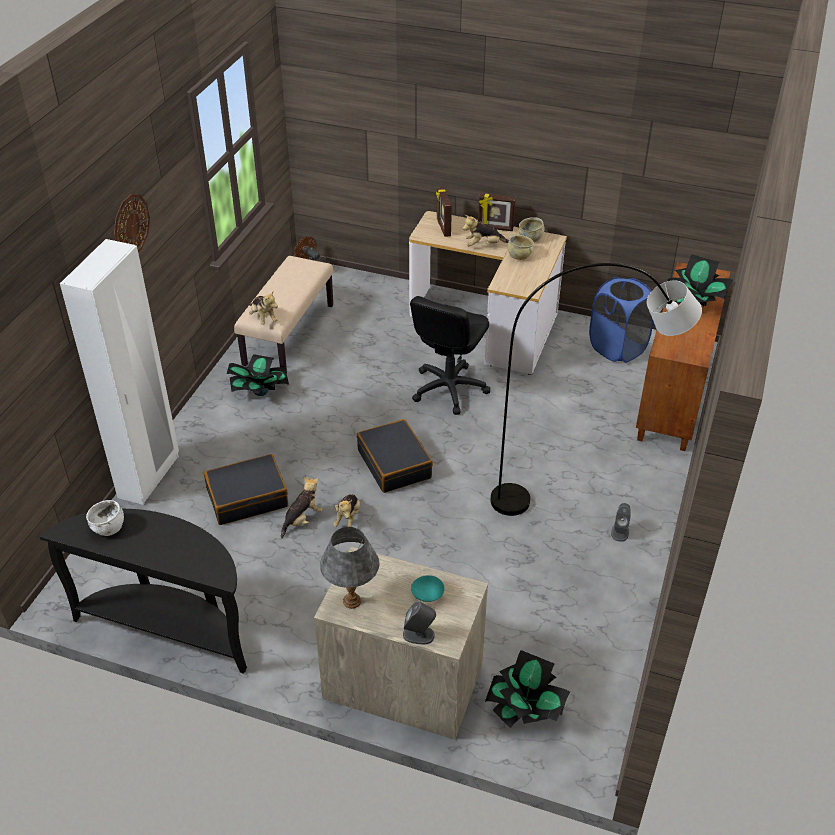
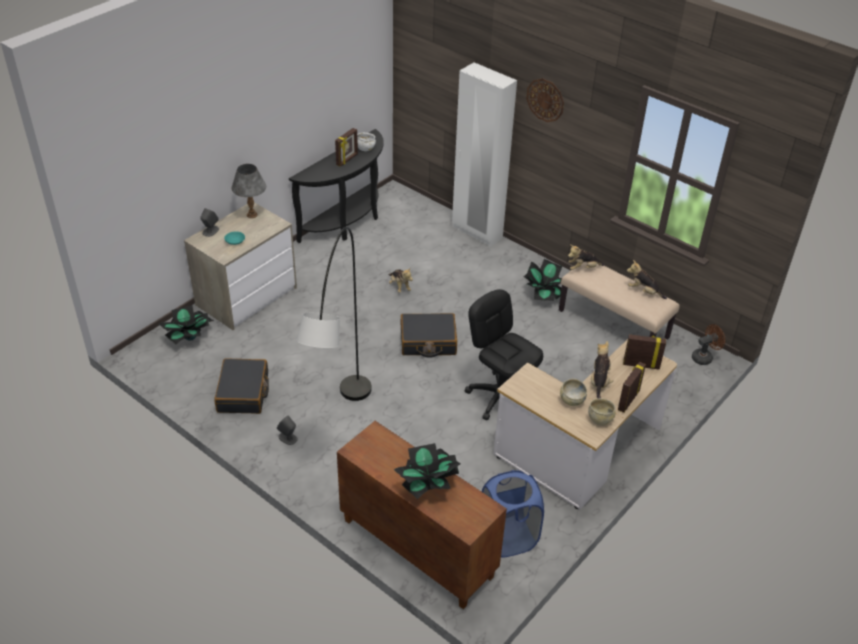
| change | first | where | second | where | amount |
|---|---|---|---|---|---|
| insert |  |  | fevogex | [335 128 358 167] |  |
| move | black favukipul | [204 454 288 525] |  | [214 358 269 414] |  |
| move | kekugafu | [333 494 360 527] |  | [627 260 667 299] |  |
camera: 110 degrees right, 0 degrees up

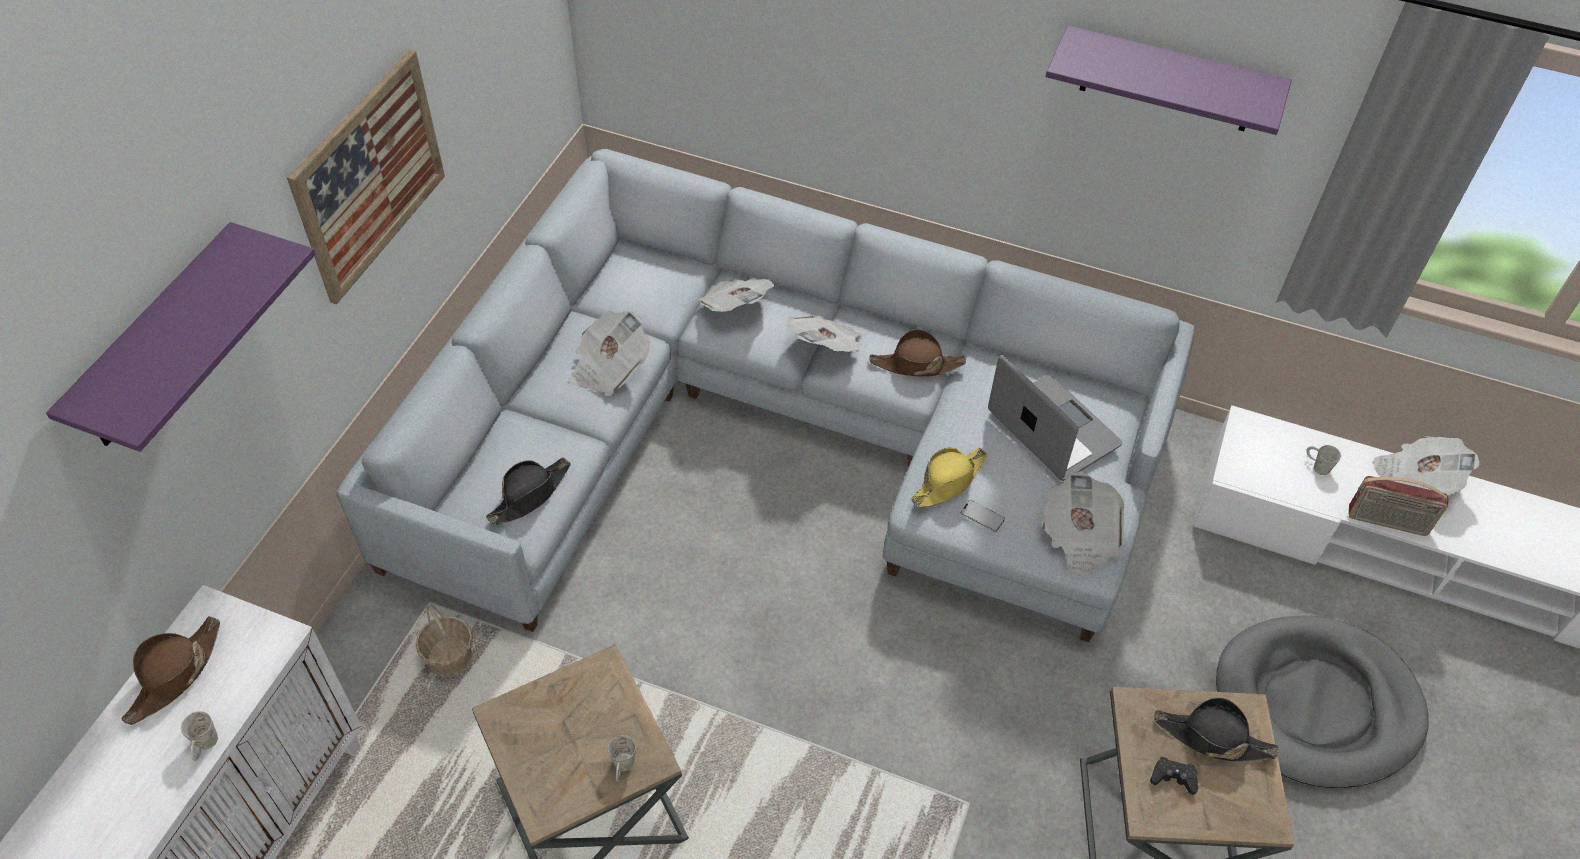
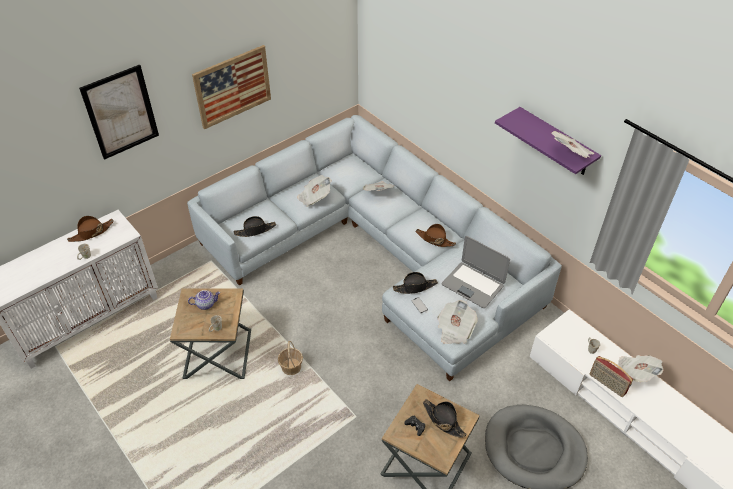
| change | first | where | second | where | amount |
|---|---|---|---|---|---|
| insert |  |  | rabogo | [188 290 220 310] |  |
| move | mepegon | [416 605 473 677] |  | [278 341 303 375] |  |
| move | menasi | [786 315 862 352] |  | [552 131 594 158] |  |
| replace | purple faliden | [46 222 316 452] | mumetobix | [79 65 159 160] |  |
| recolor | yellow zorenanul | [911 448 987 508] | black zorenanul | [393 272 437 294] |  |
| rotate | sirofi | [988 355 1123 481] |  | [441 236 510 308] | 135 degrees clockwise |
camera: 30 degrees right, 5 degrees down

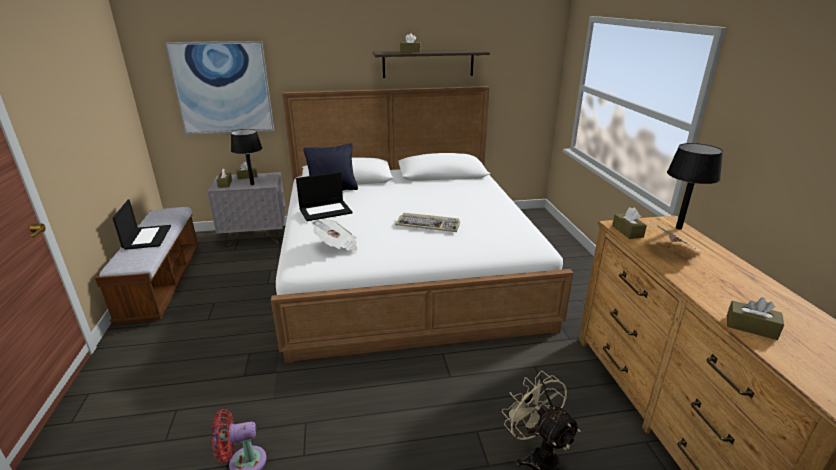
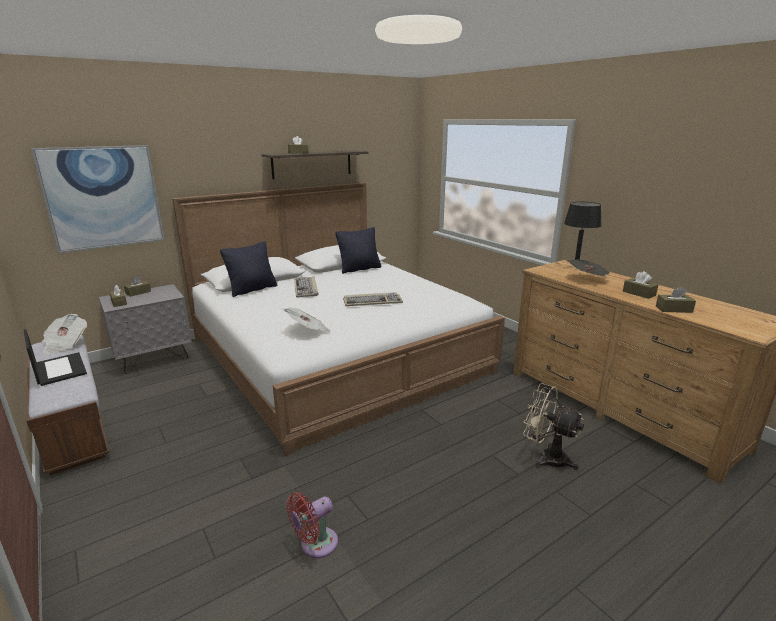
| change | first | where | second | where | amount |
|---|---|---|---|---|---|
| delete | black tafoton | [231 129 262 185] |  |  |  |
| delete | sirofi | [296 172 352 221] |  |  |  |
| insert |  |  | menasi | [42 314 87 354] |  |
| insert |  |  | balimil | [294 277 319 297] |  |
| insert |  |  | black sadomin | [335 227 381 274] |  |
| move | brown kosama | [612 207 647 239] |  | [623 271 658 299] |  |
camera: 25 degrees left, 5 degrees down

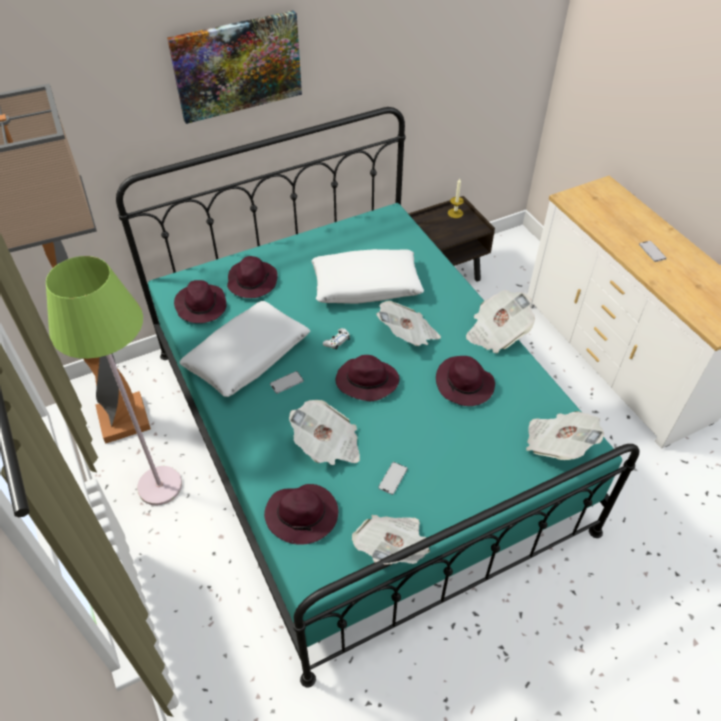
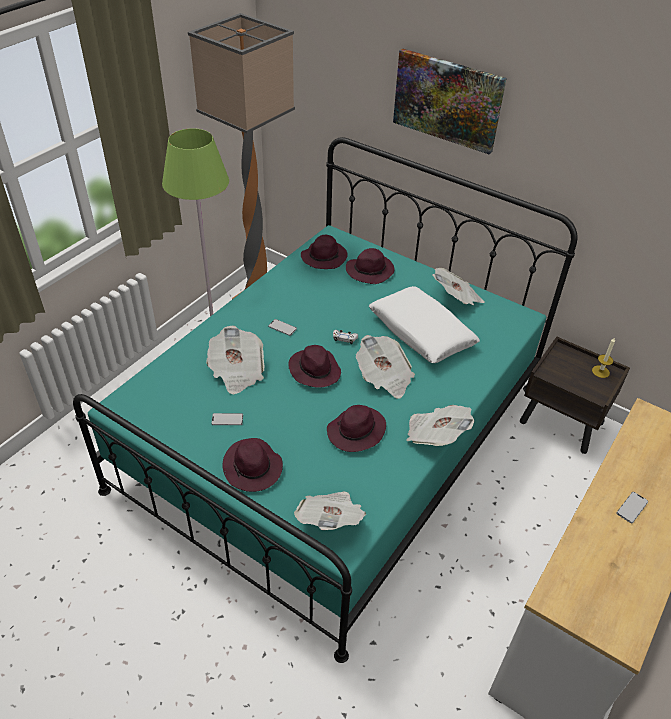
| change | first | where | second | where | amount |
|---|---|---|---|---|---|
| delete | white sadomin | [180 301 310 397] |  |  |  |
| move | purple zorenanul | [264 484 338 545] |  | [223 438 283 492] |  |
| move | menasi | [352 515 430 565] |  | [432 268 485 305] |  |
camera: 60 degrees right, 5 degrees down

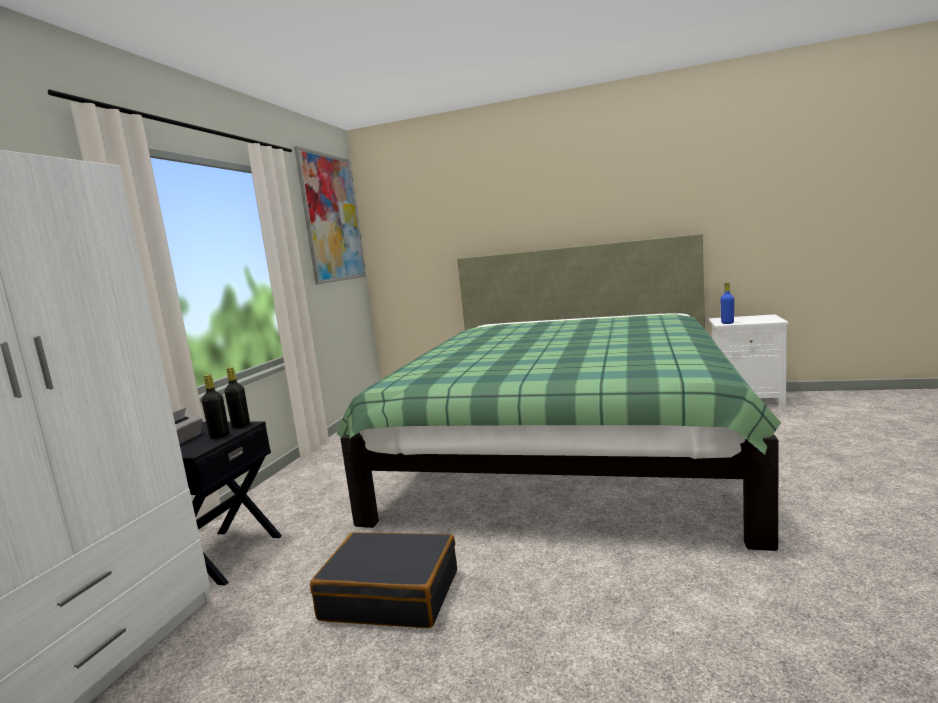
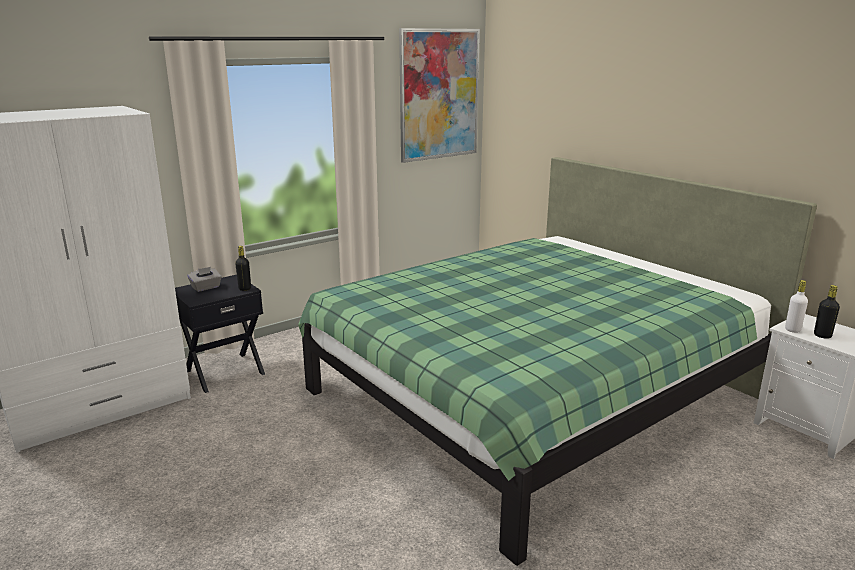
| change | first | where | second | where | amount |
|---|---|---|---|---|---|
| delete | black favukipul | [310 532 457 628] |  |  |  |
| move | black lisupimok | [202 375 229 439] |  | [814 285 840 339] |  |
| recolor | blue lisupimok | [720 283 734 324] | white lisupimok | [785 280 808 333] |  |
camera: 35 degrees right, 10 degrees up

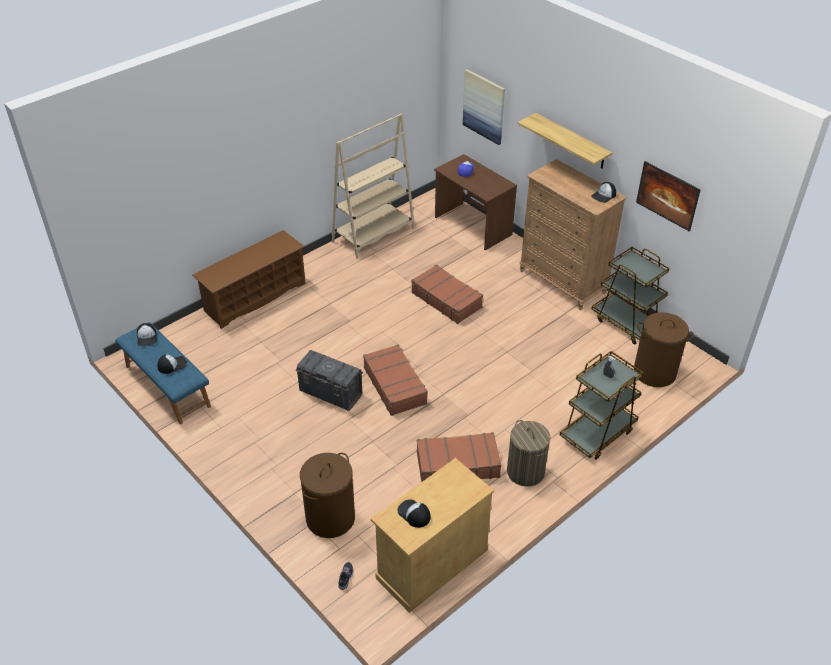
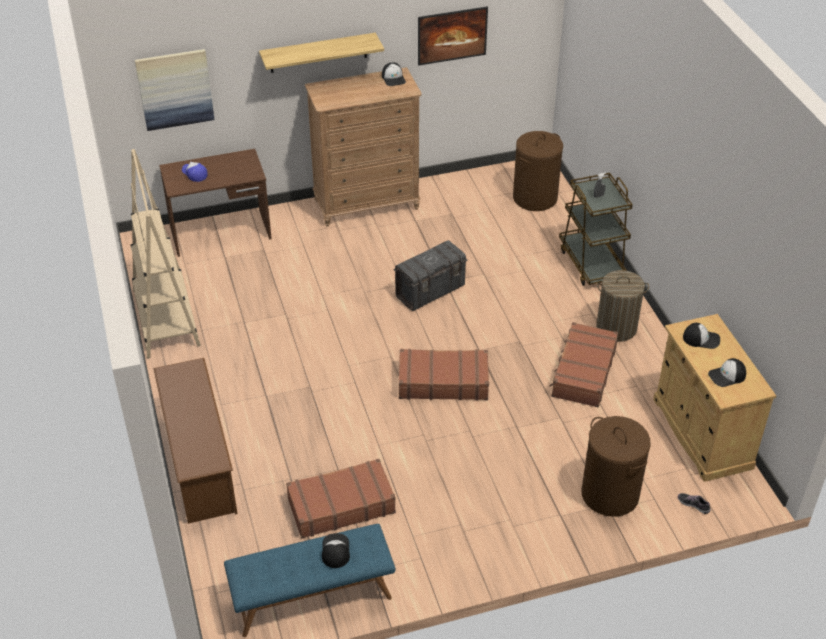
| change | first | where | second | where | amount |
|---|---|---|---|---|---|
| delete | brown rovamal | [592 247 669 344] |  |  |  |
| move | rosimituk | [137 323 157 346] |  | [683 323 720 349] |  |
| move | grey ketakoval | [296 350 363 411] |  | [394 240 467 311] |  |
| move | brown favukipul | [411 265 483 324] |  | [286 459 396 538] |  |
camera: 65 degrees left, 0 degrees up

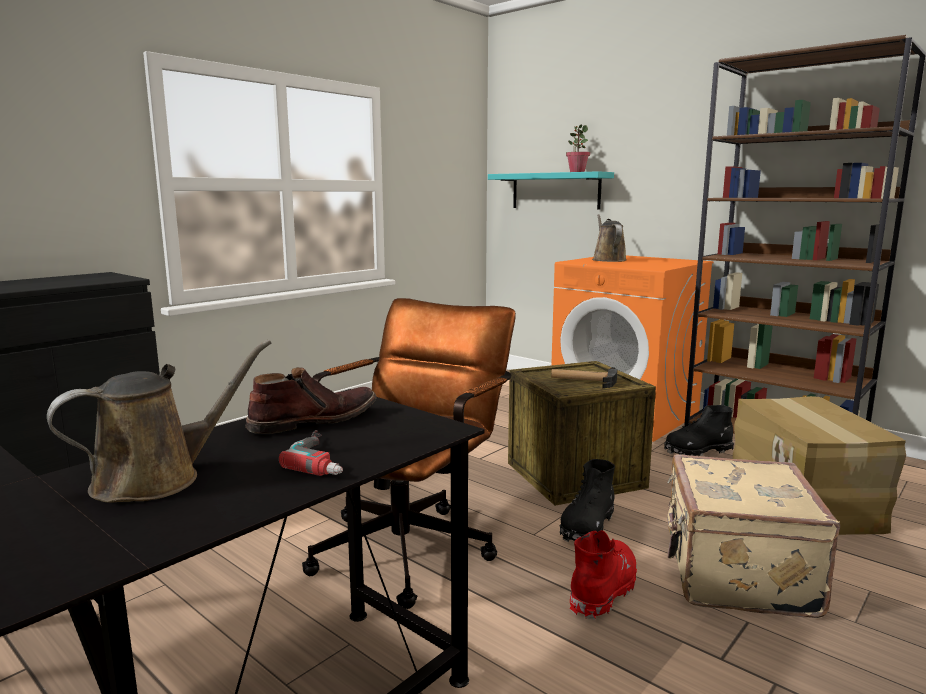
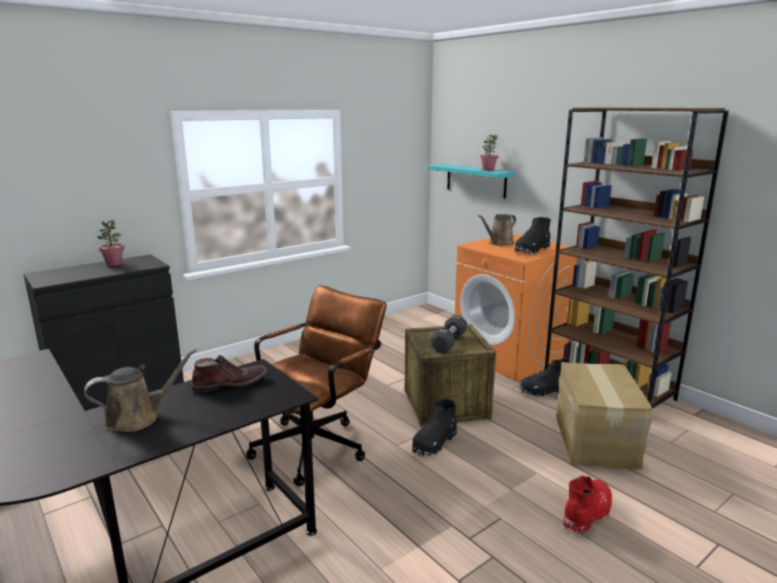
| change | first | where | second | where | amount |
|---|---|---|---|---|---|
| delete | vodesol | [279 430 343 476] |  |  |  |
| delete | beige favukipul | [667 454 840 618] |  |  |  |
| insert |  |  | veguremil | [97 220 125 266] |  |
| insert |  |  | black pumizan | [515 217 551 254] |  |
| move | red pumizan | [570 530 637 620] |  | [563 476 612 534] |  |
| replace | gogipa | [551 367 618 388] | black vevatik | [431 315 467 353] |  |
| rotate | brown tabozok | [592 214 627 262] |  | [478 214 516 246] | 135 degrees counterclockwise |
camera: 10 degrees right, 5 degrees up

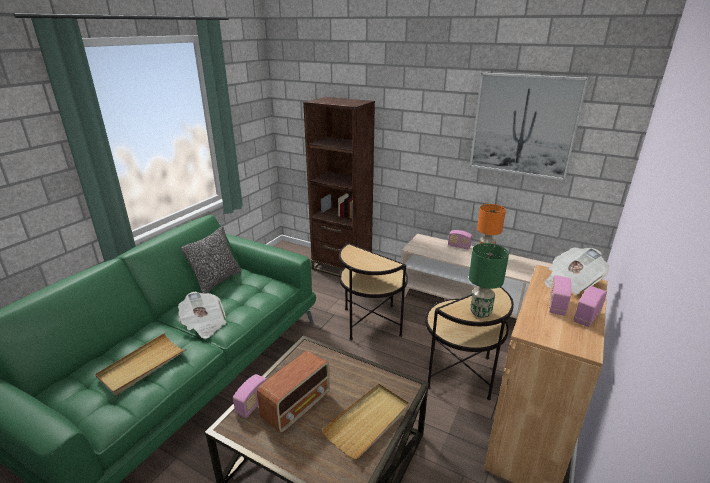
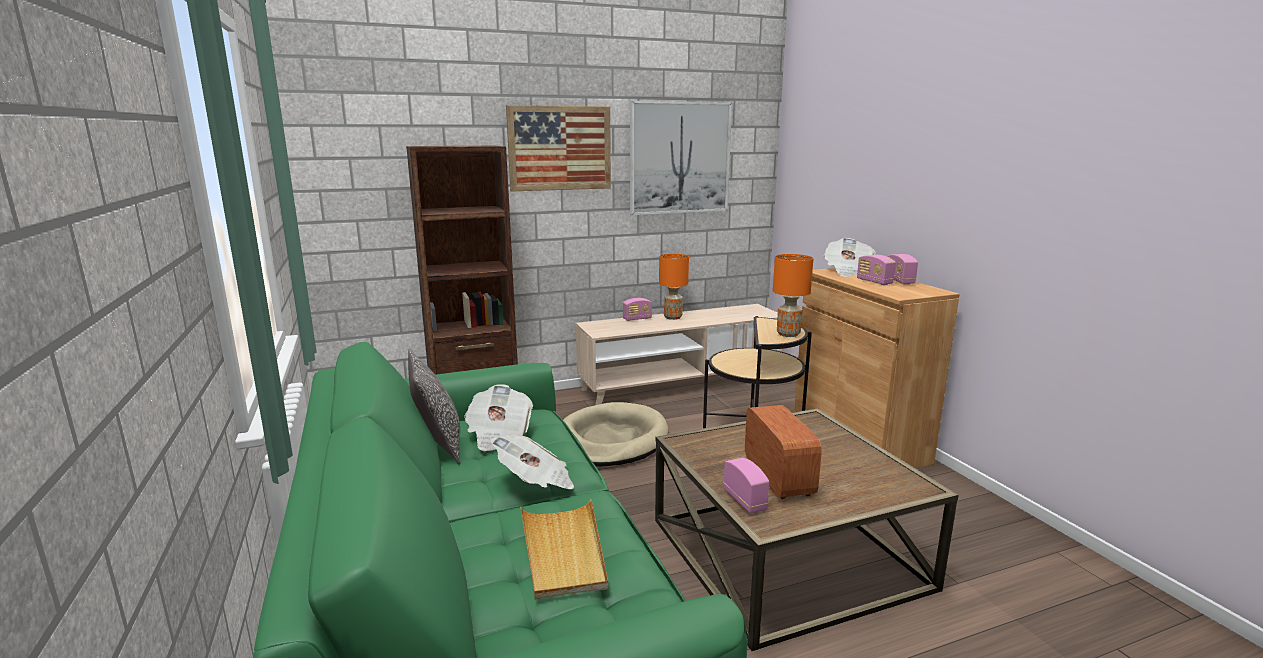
| change | first | where | second | where | amount |
|---|---|---|---|---|---|
| delete | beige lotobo | [321 384 409 460] |  |  |  |
| insert |  |  | menasi | [464 384 533 451] |  |
| insert |  |  | mumetobix | [506 105 611 192] |  |
| replace | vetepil | [339 243 408 340] | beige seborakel | [563 402 668 467] |  |
| recolor | green tafoton | [469 243 509 318] | orange tafoton | [773 254 813 337] |  |
camera: 50 degrees left, 10 degrees down

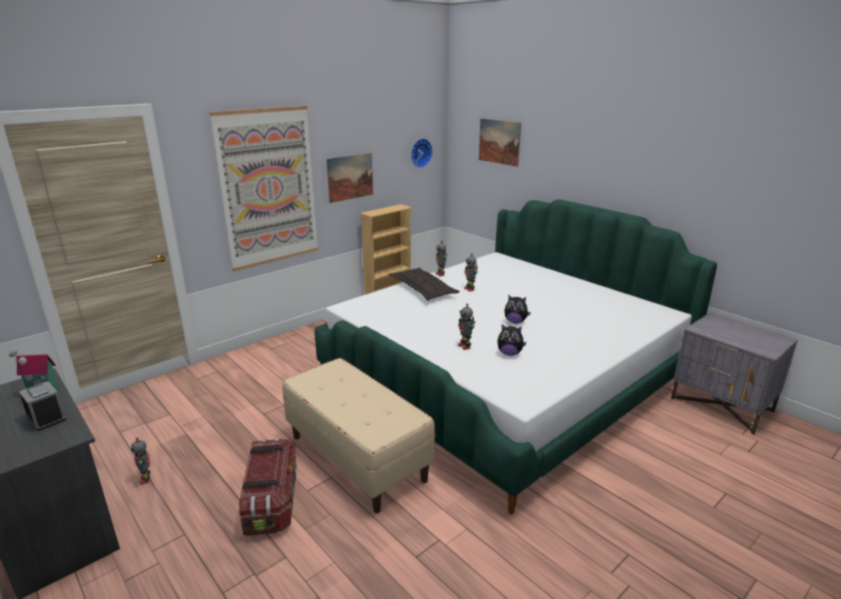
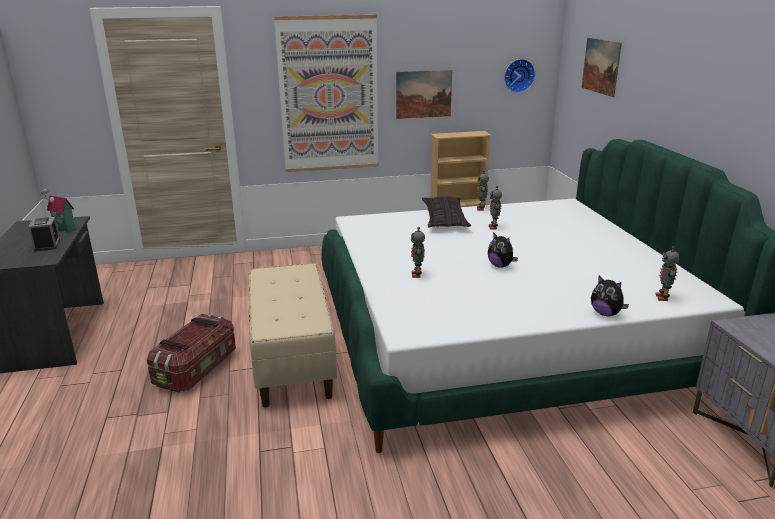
| change | first | where | second | where | amount |
|---|---|---|---|---|---|
| move | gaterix | [131 437 150 485] |  | [655 246 680 301] |  |
| move | kekugafu | [497 324 526 356] |  | [591 276 629 316] |  |
camera: 30 degrees right, 0 degrees up

